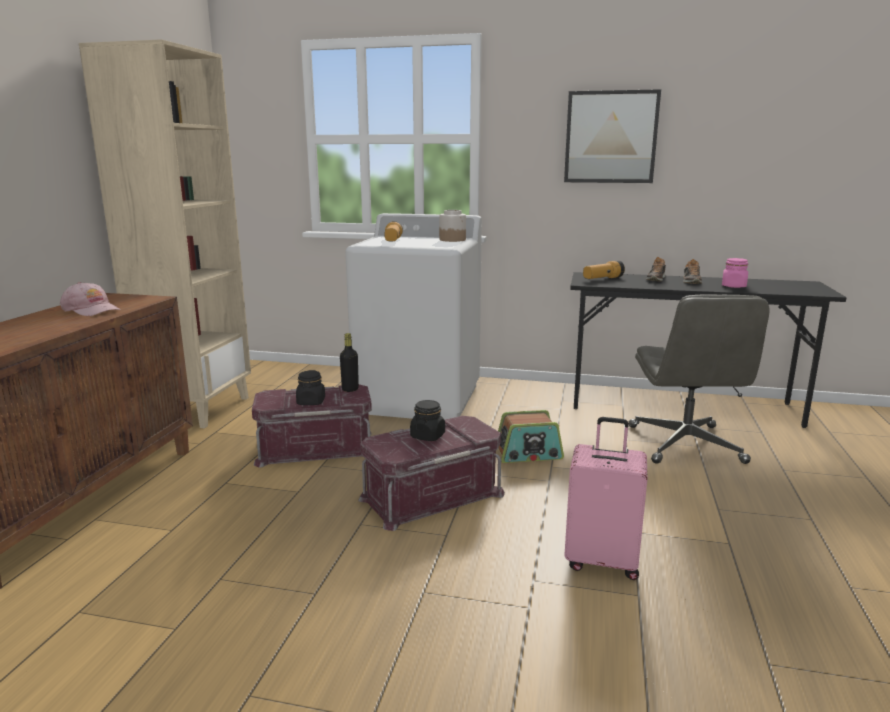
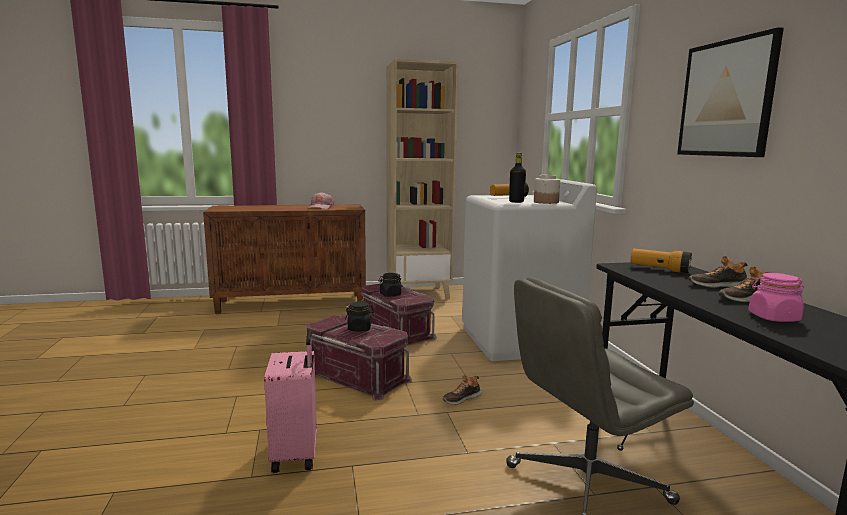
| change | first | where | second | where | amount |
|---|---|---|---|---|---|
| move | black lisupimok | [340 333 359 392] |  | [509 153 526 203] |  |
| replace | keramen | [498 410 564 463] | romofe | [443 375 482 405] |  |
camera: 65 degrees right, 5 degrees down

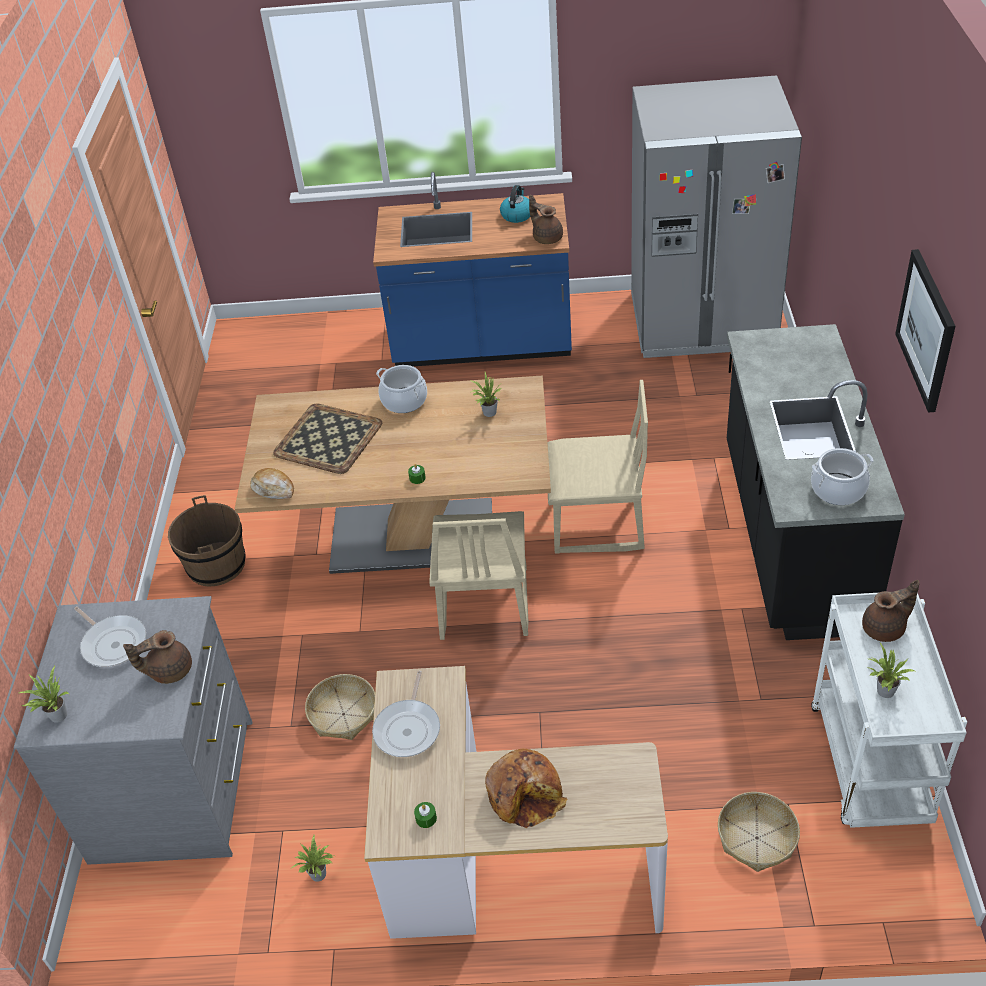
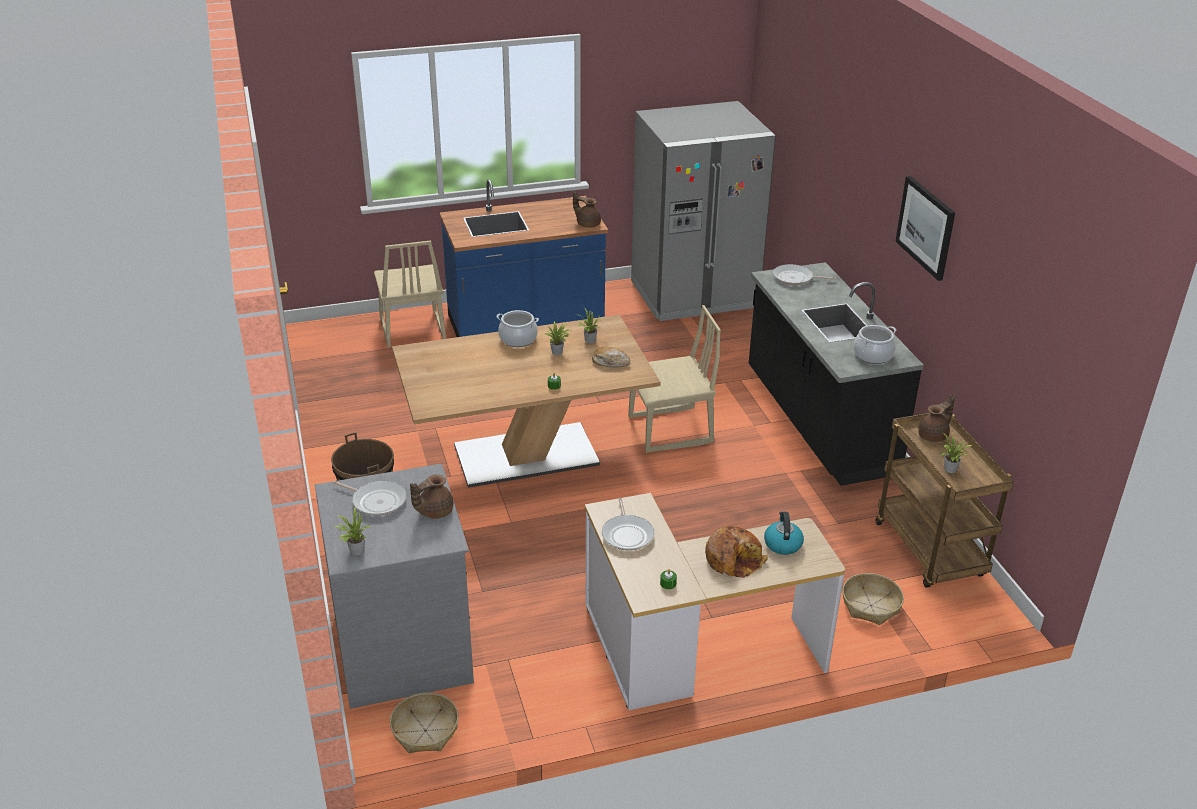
| change | first | where | second | where | amount |
|---|---|---|---|---|---|
| delete | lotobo | [273 403 382 474] |  |  |  |
| insert |  |  | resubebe | [773 264 835 285] |  |
| move | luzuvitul | [250 468 294 499] |  | [592 347 630 367] |  |
| move | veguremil | [292 835 334 882] |  | [545 321 570 355] |  |
| move | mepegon | [305 674 375 740] |  | [390 692 459 753] |  |
| move | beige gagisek | [429 511 529 640] |  | [374 241 446 347] |  |
| move | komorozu | [500 185 530 223] |  | [764 511 804 555] |  |
| recolor | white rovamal | [811 593 967 828] | brown rovamal | [876 412 1014 588] |  |
camera: 20 degrees left, 10 degrees down

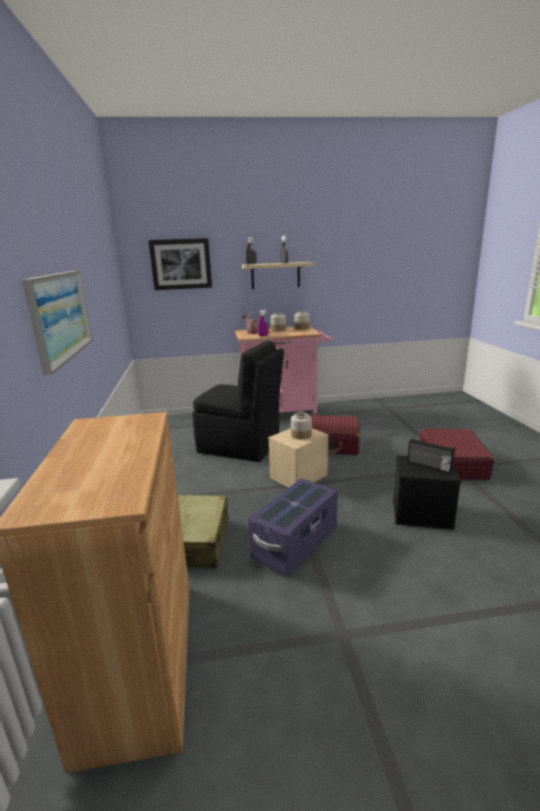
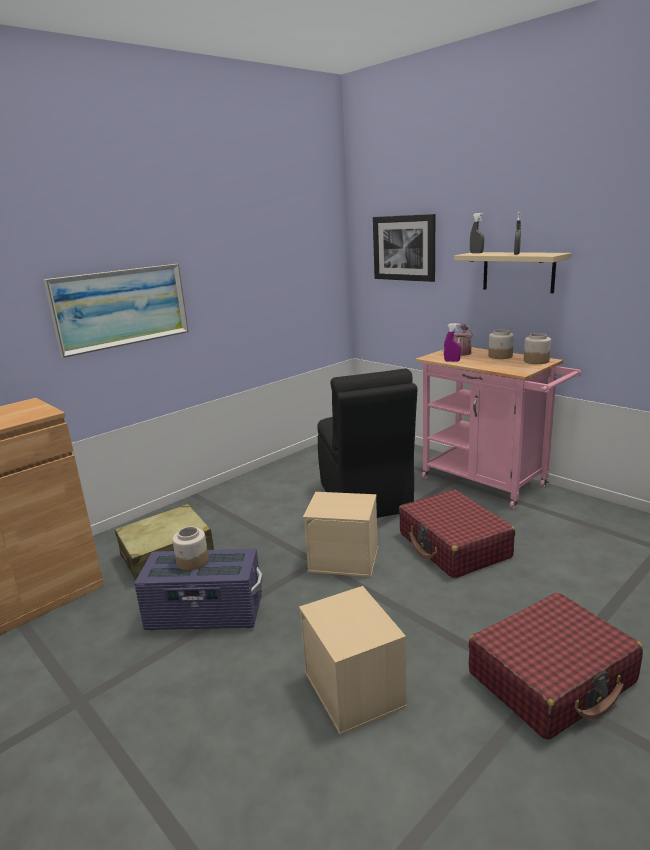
| change | first | where | second | where | amount |
|---|---|---|---|---|---|
| delete | keramen | [407 438 455 473] |  |  |  |
| move | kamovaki | [291 412 312 439] |  | [172 527 209 571] |  |
| recolor | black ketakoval | [393 455 461 530] | beige ketakoval | [299 586 407 735] |  |
camera: 55 degrees right, 0 degrees up

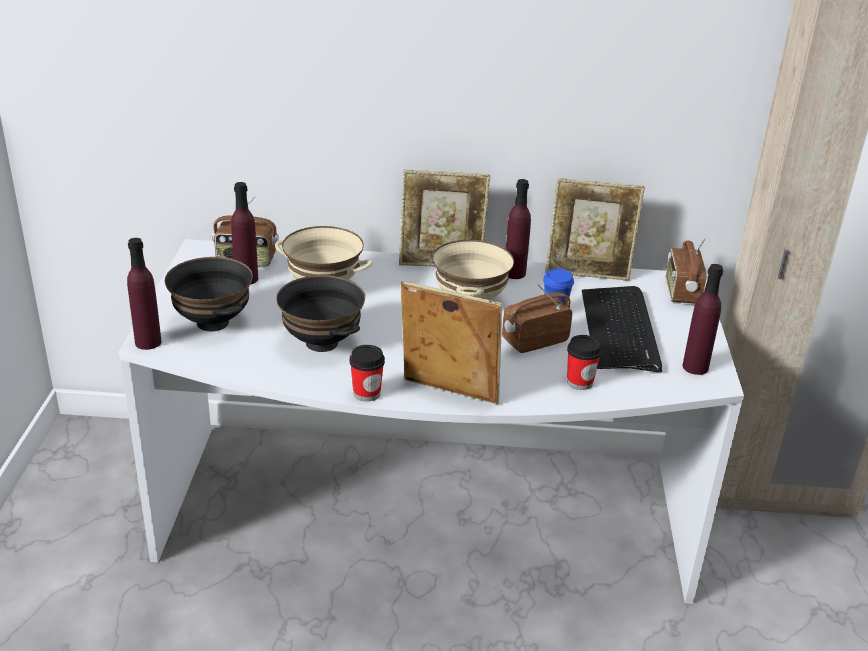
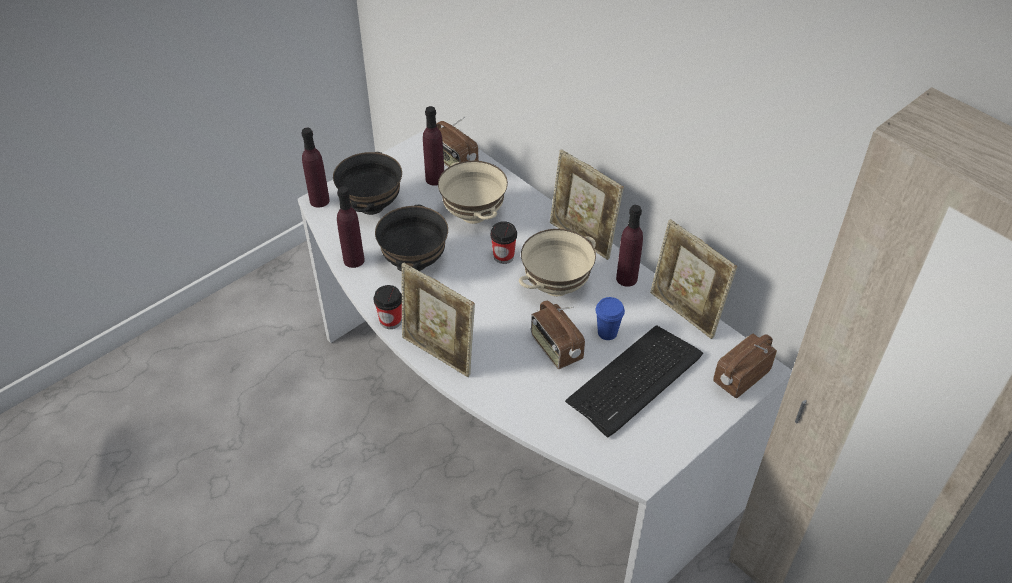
| change | first | where | second | where | amount |
|---|---|---|---|---|---|
| move | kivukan | [567 335 602 390] |  | [490 221 517 264] |  |
| move | purple lisupimok | [683 264 723 375] |  | [337 186 365 268] |  |
| rotate | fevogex | [401 281 502 404] |  | [402 263 475 377] | 150 degrees clockwise |
| rotate | keramen | [502 284 572 353] |  | [531 301 585 369] | 135 degrees counterclockwise |
camera: 45 degrees right, 15 degrees up

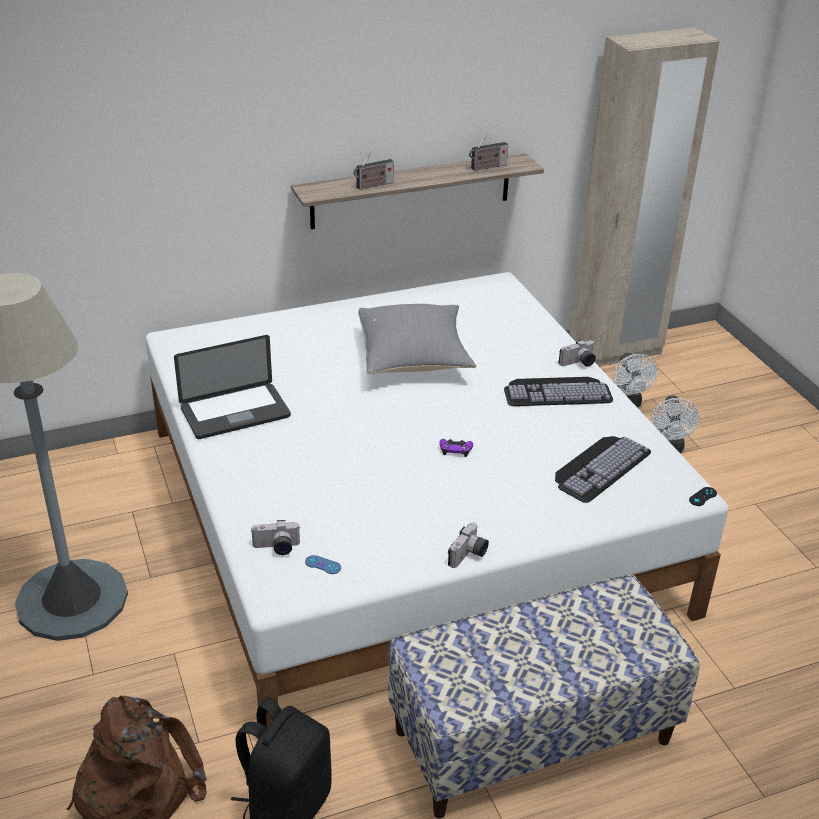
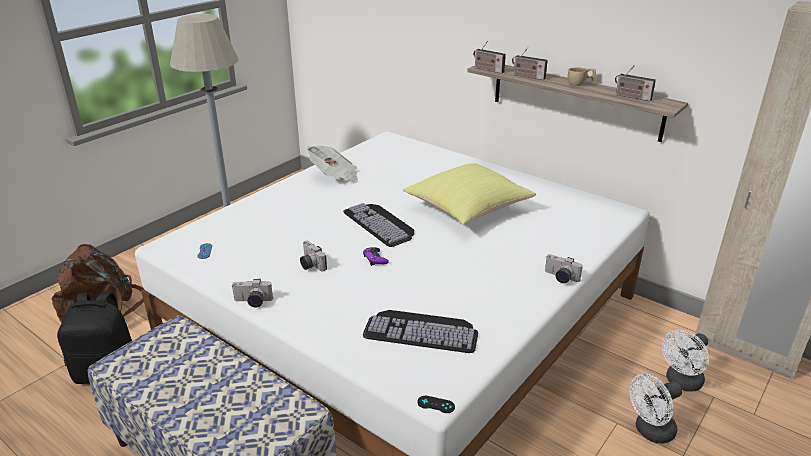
| change | first | where | second | where | amount |
|---|---|---|---|---|---|
| insert |  |  | keramen | [473 41 506 74] |  |
| insert |  |  | beige kivukan | [568 67 596 86] |  |
| move | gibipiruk | [251 520 300 555] |  | [300 241 327 272] |  |
| move | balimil | [504 377 613 406] |  | [343 203 414 247] |  |
| replace | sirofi | [174 335 291 439] | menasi | [307 146 358 183] |  |
| recolor | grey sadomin | [358 304 476 375] | yellow sadomin | [403 163 536 225] |  |
camera: 60 degrees right, 5 degrees down

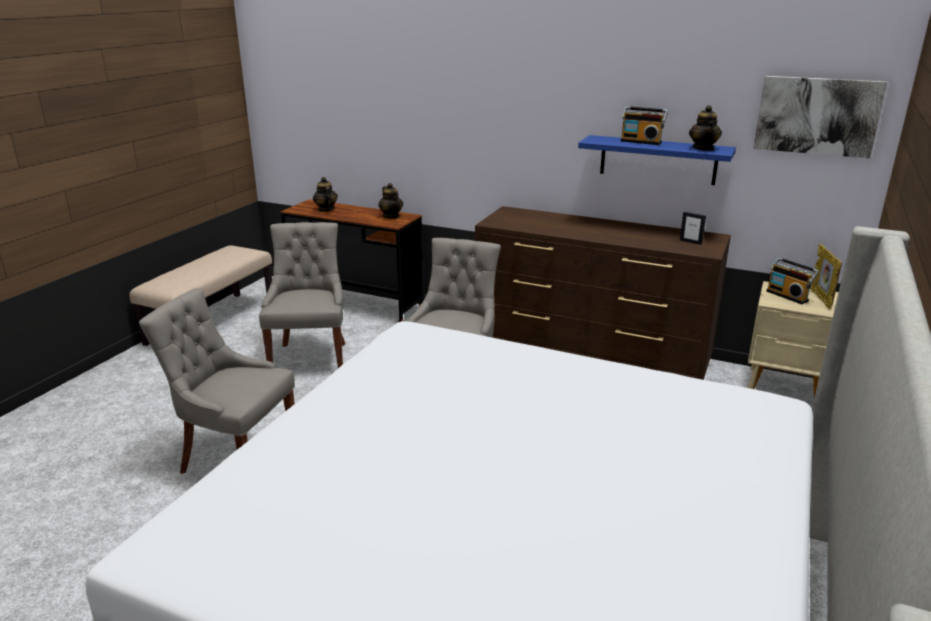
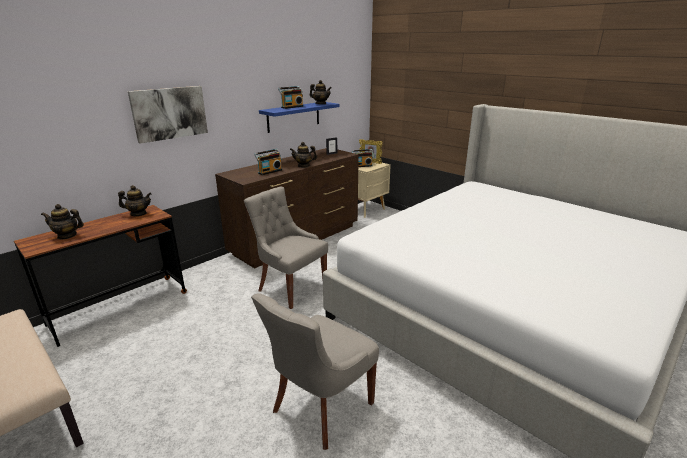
| change | first | where | second | where | amount |
|---|---|---|---|---|---|
| delete | grey gagisek | [259 222 345 368] |  |  |  |
| insert |  |  | keramen | [254 149 282 175] |  |
| insert |  |  | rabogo | [290 142 317 168] |  |
| move | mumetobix | [753 76 888 158] |  | [128 86 208 144] |  |
camera: 70 degrees left, 0 degrees up

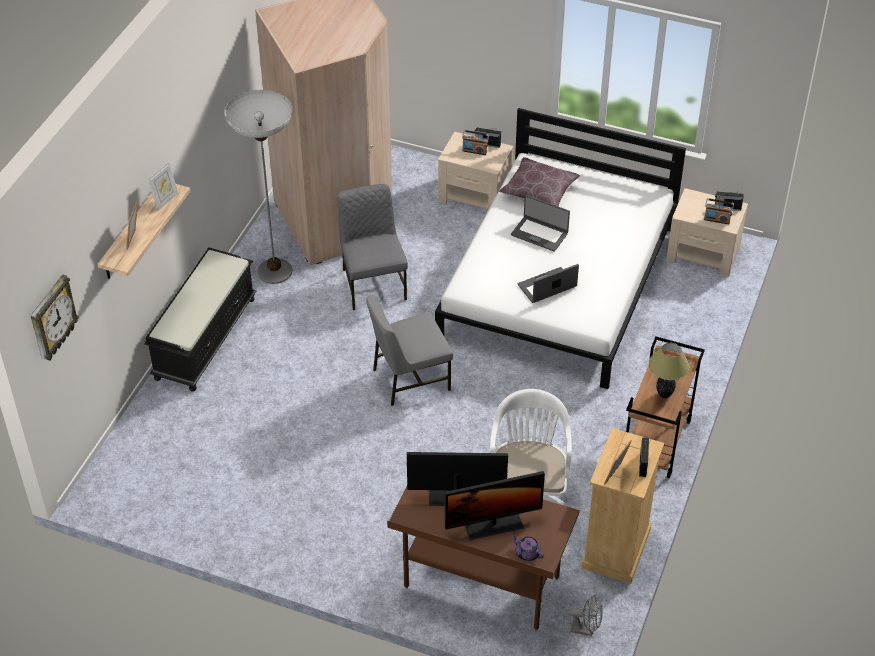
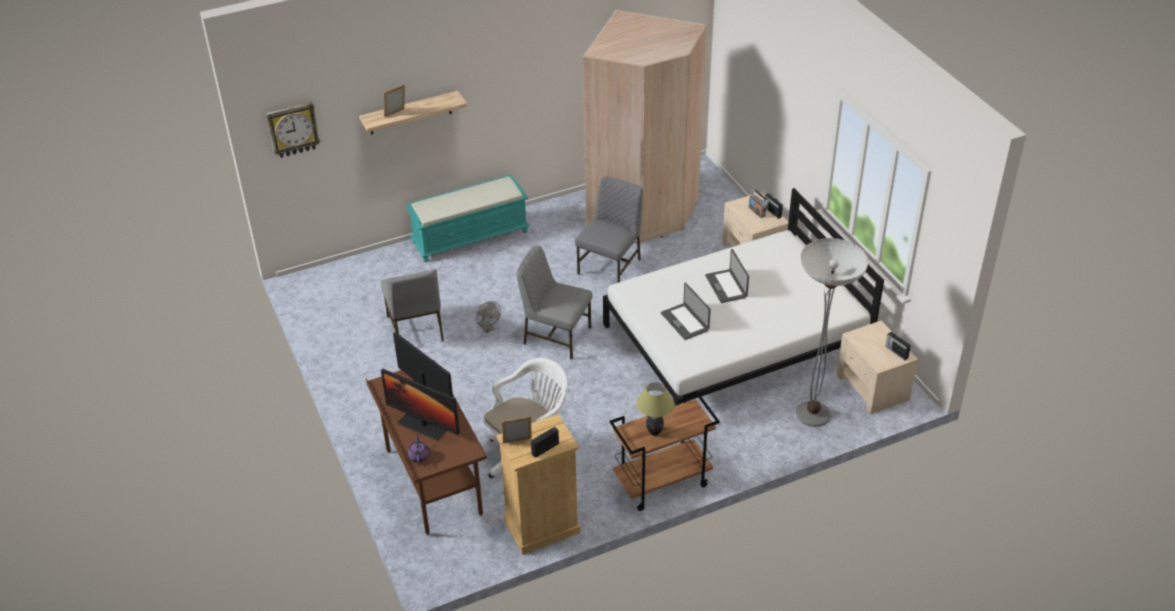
| change | first | where | second | where | amount |
|---|---|---|---|---|---|
| delete | fevogex | [148 162 178 211] |  |  |  |
| delete | brown sadomin | [499 157 580 207] |  |  |  |
| delete | keramen | [704 198 734 224] |  |  |  |
| insert |  |  | grey gagisek | [381 269 444 342] |  |
| move | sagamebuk | [224 90 292 284] |  | [796 238 868 427] |  |
| move | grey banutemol | [568 595 603 636] |  | [476 301 501 333] |  |
| recolor | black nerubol | [144 247 256 391] | turquoise nerubol | [406 175 530 262] |  |
| rotate | sirofi | [518 264 579 303] |  | [661 283 711 340] | 135 degrees counterclockwise |
camera: 45 degrees right, 5 degrees down

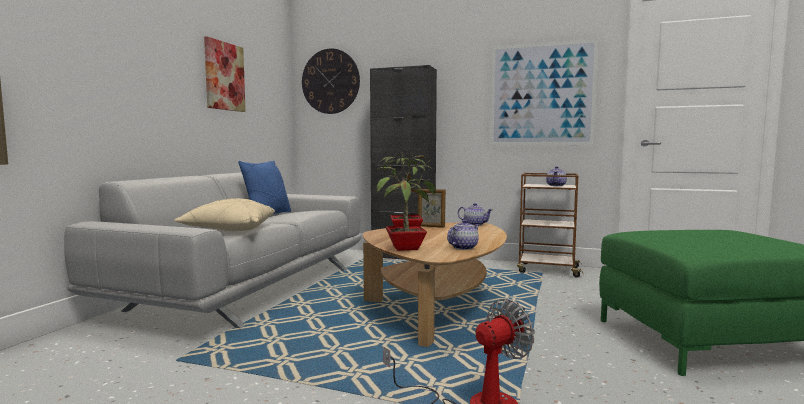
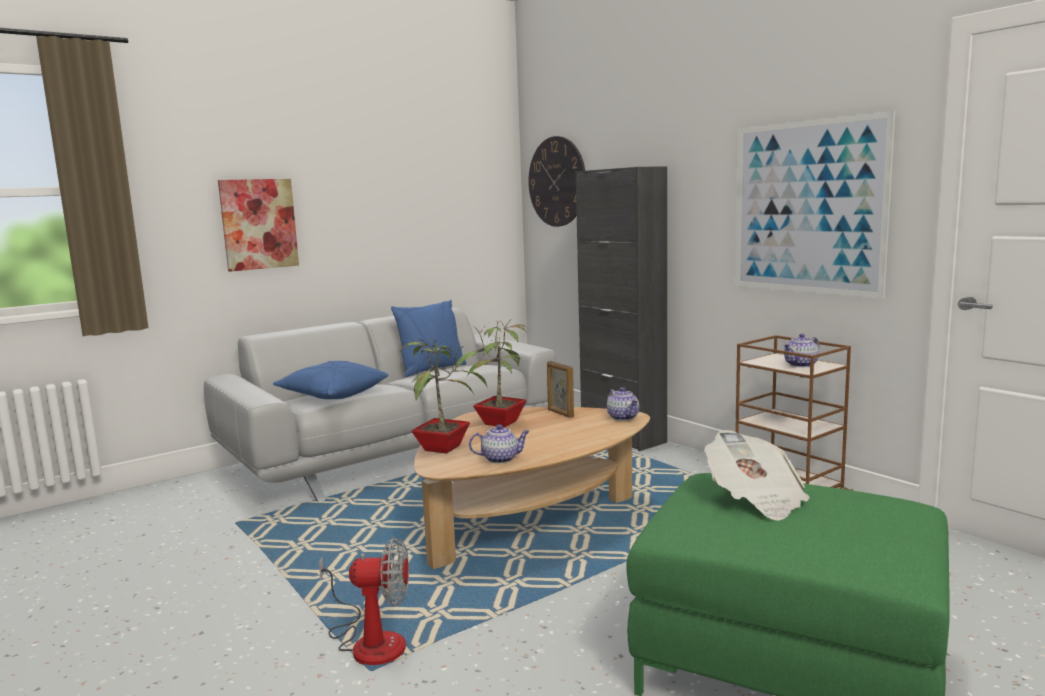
| change | first | where | second | where | amount |
|---|---|---|---|---|---|
| insert |  |  | menasi | [704 430 810 521] |  |
| move | mumetobix | [204 36 246 112] |  | [218 179 299 272] |  |
| recolor | beige sadomin | [174 198 275 231] | blue sadomin | [273 361 388 399] |  |
camera: 35 degrees right, 5 degrees up

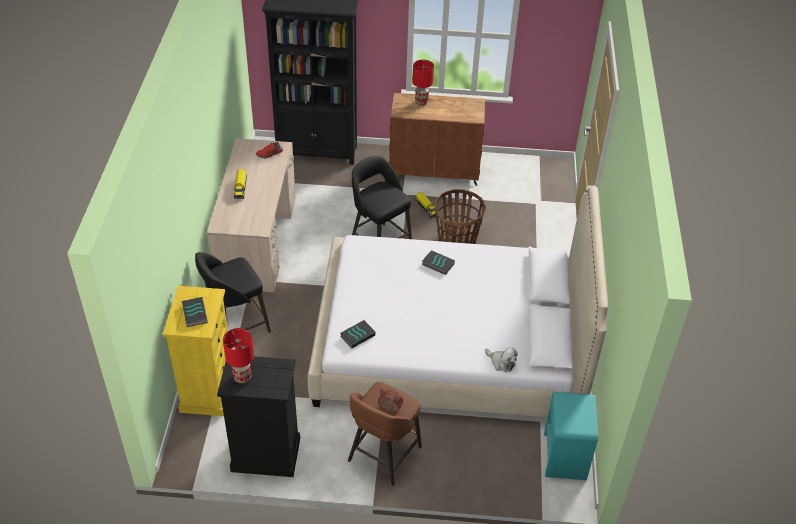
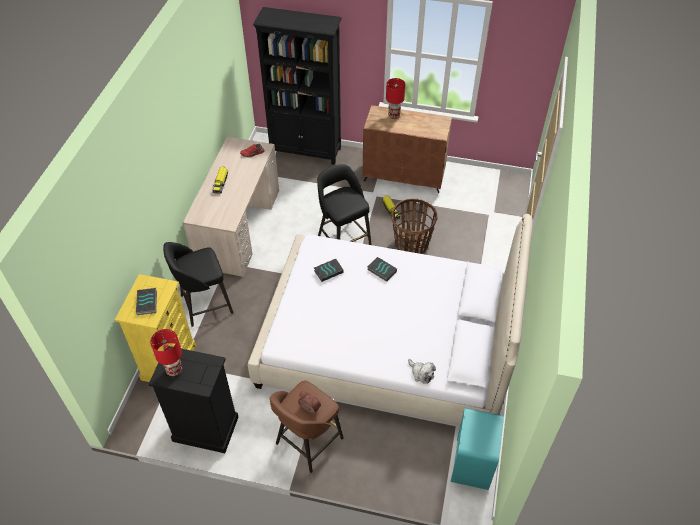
| change | first | where | second | where | amount |
|---|---|---|---|---|---|
| move | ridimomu | [340 320 375 348] |  | [314 259 344 282] |  |
camera: 10 degrees right, 5 degrees up

